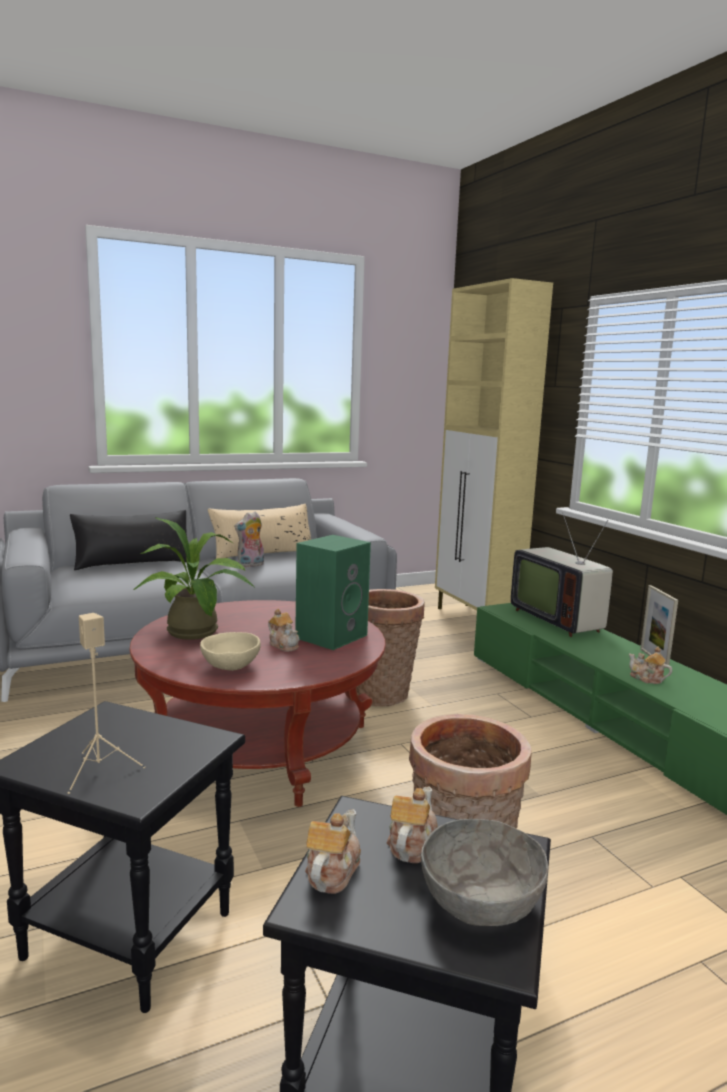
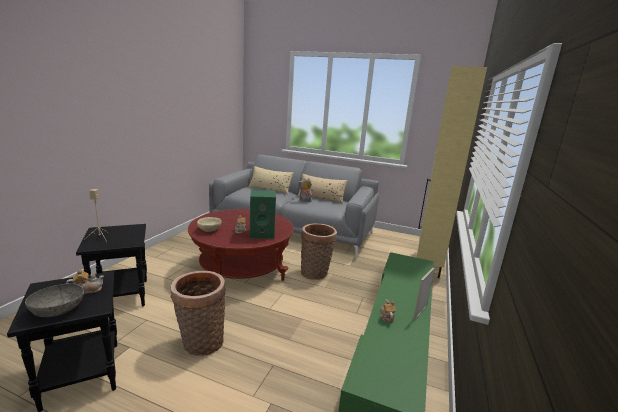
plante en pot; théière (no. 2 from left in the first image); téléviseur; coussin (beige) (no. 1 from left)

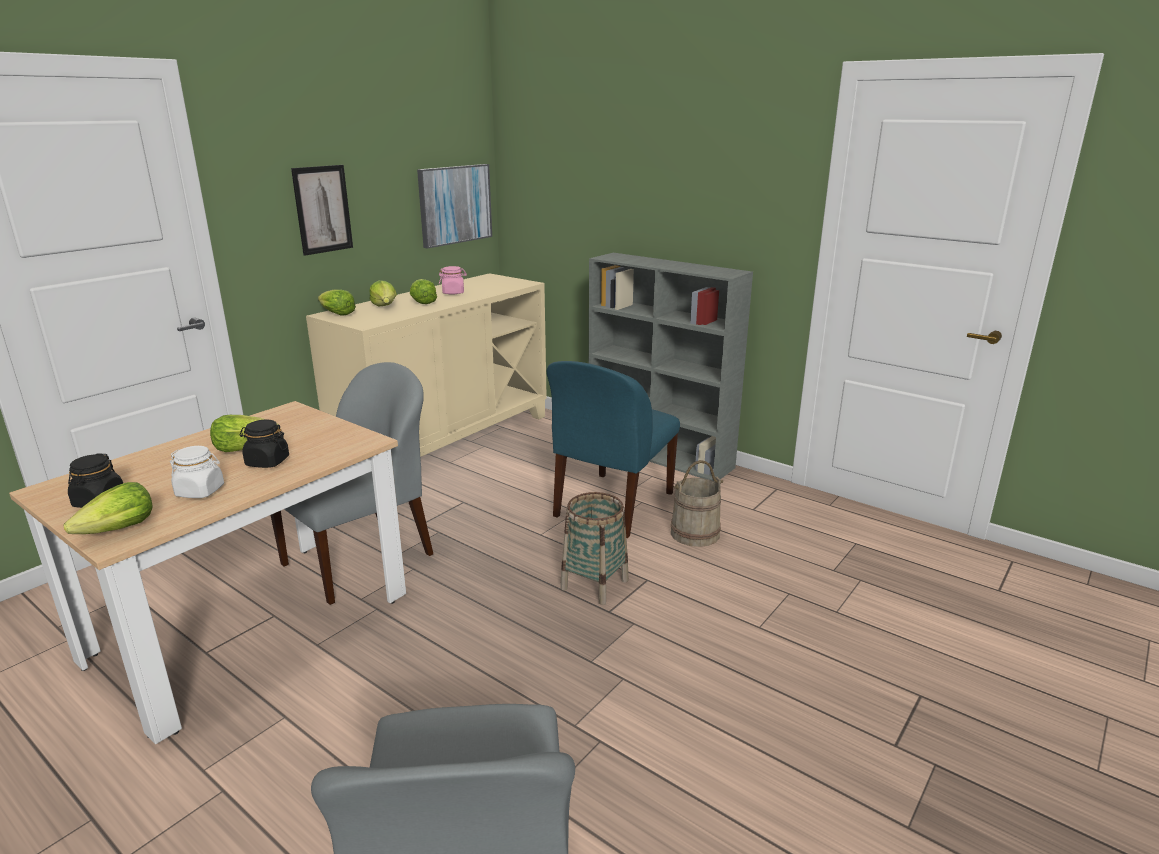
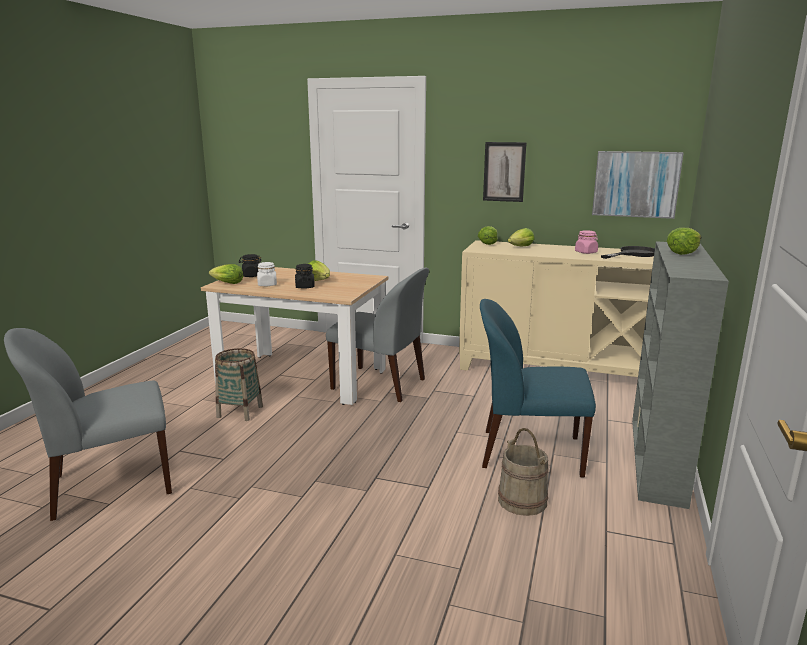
poêle (noir); laitue (no. 5 from left); panier

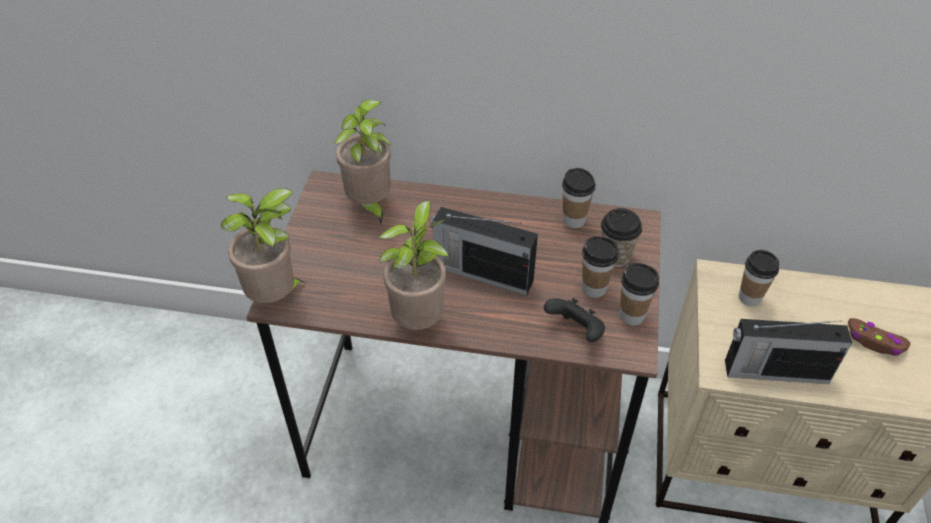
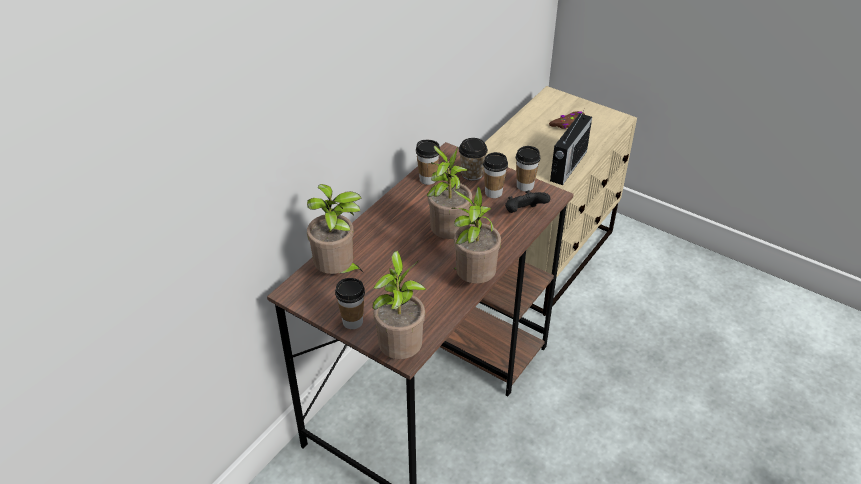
tasse (no. 1 from left); plante en pot (no. 3 from left)

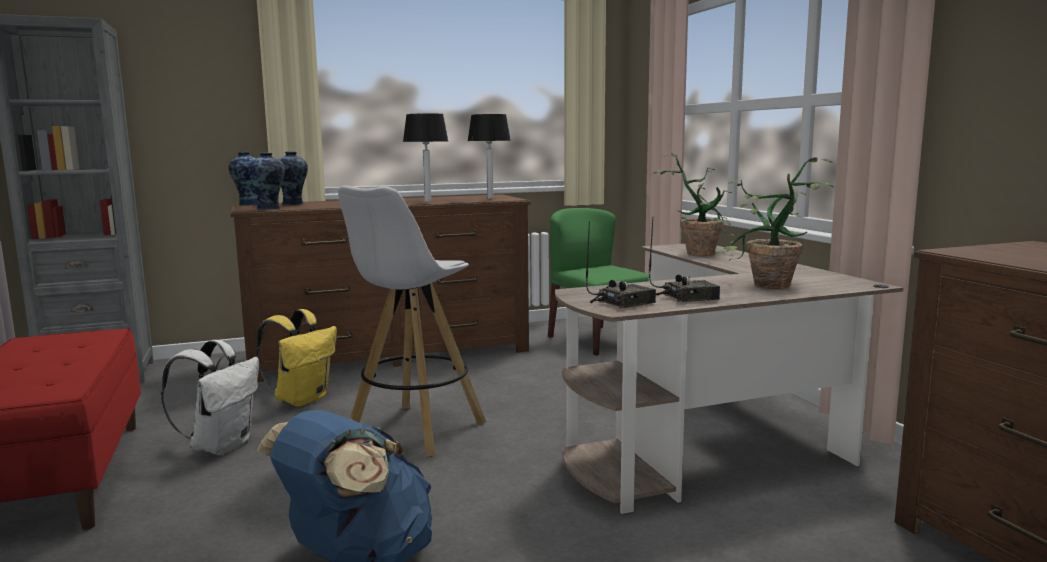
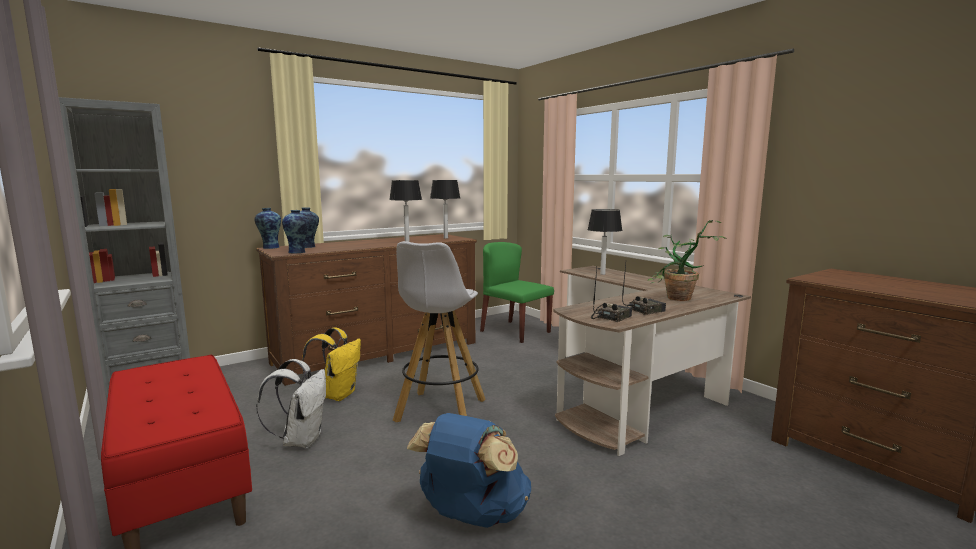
lampe de table (no. 3 from left)

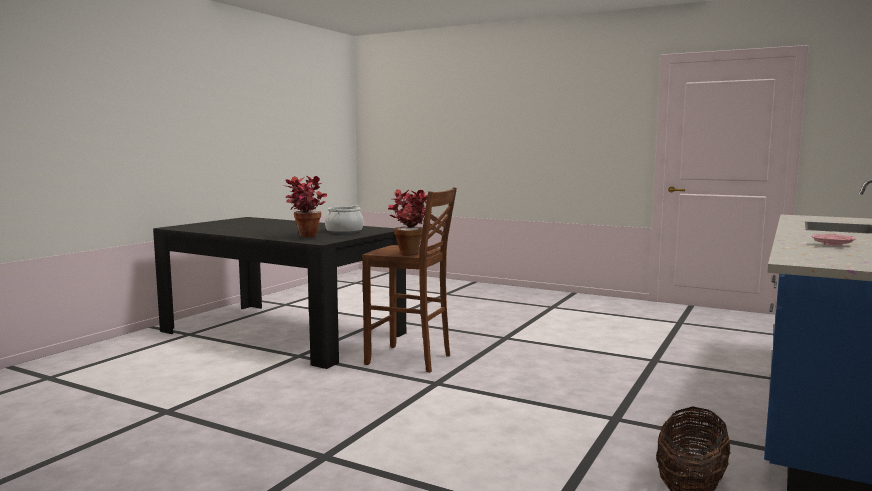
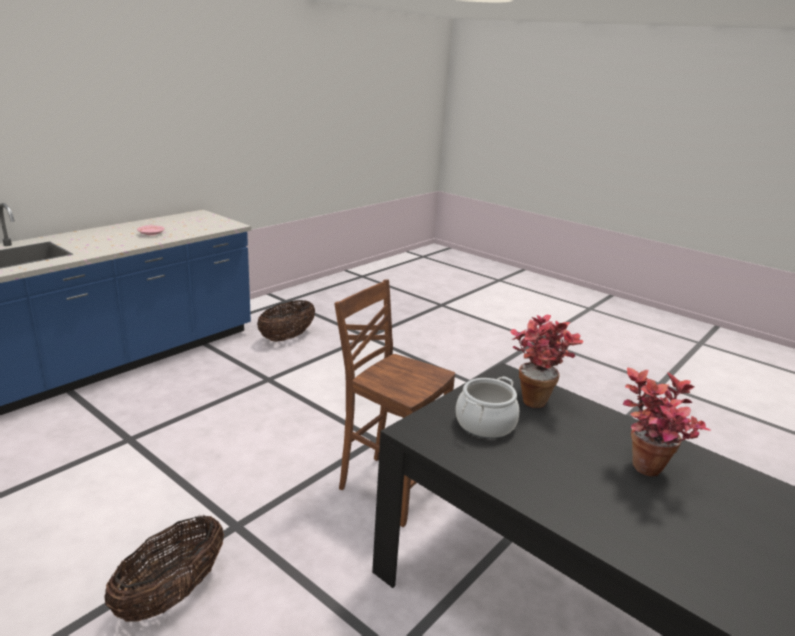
panier (no. 1 from left); plante en pot (no. 2 from left)

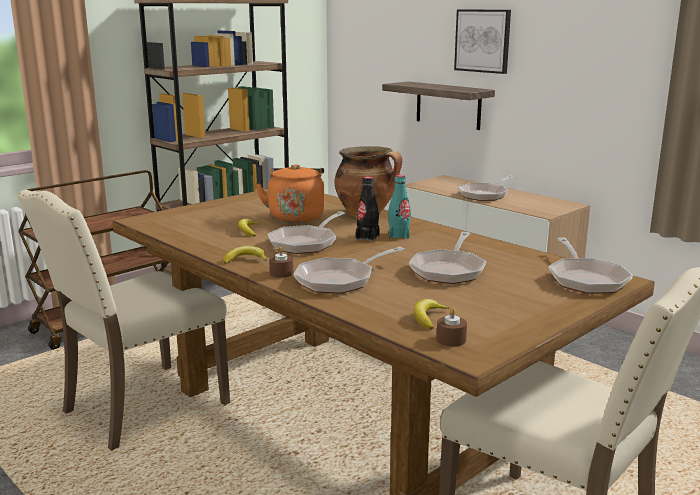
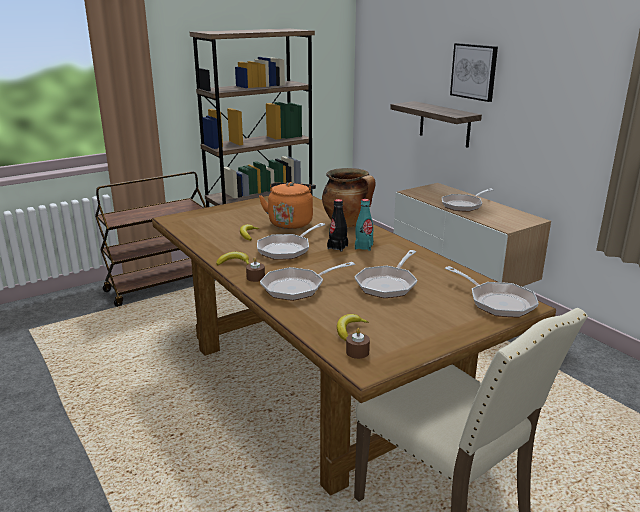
chaise (beige) (no. 1 from left in the first image); poêle (no. 5 from left)

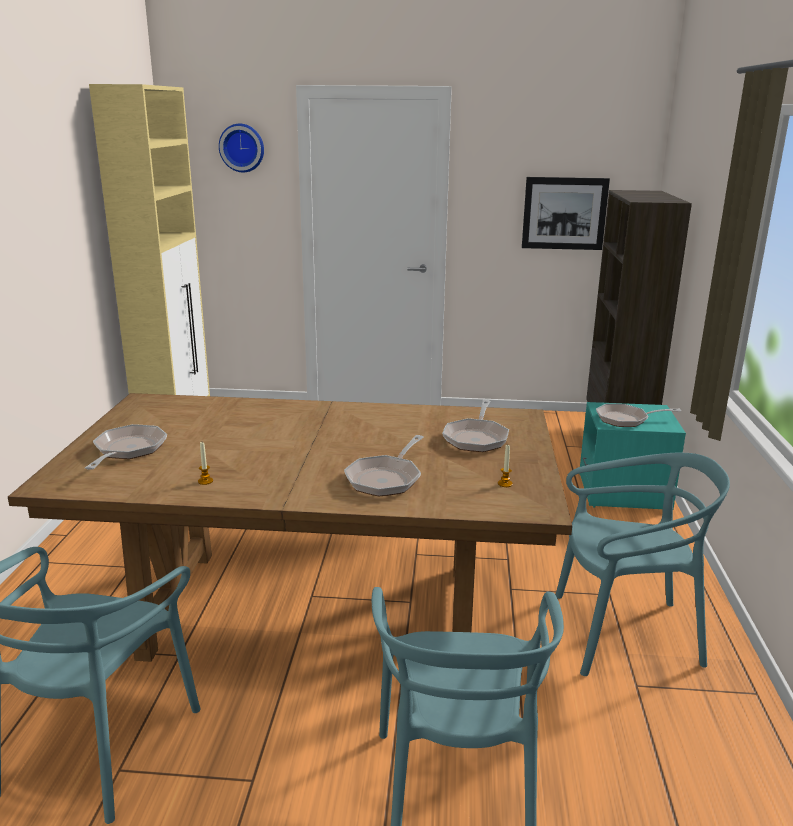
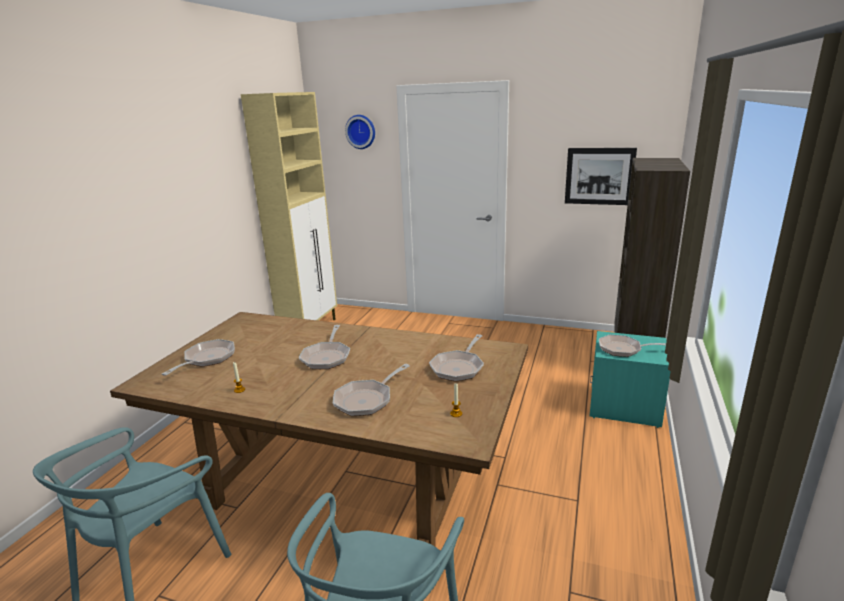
chaise (turquoise) (no. 3 from left in the first image); poêle (no. 2 from left)

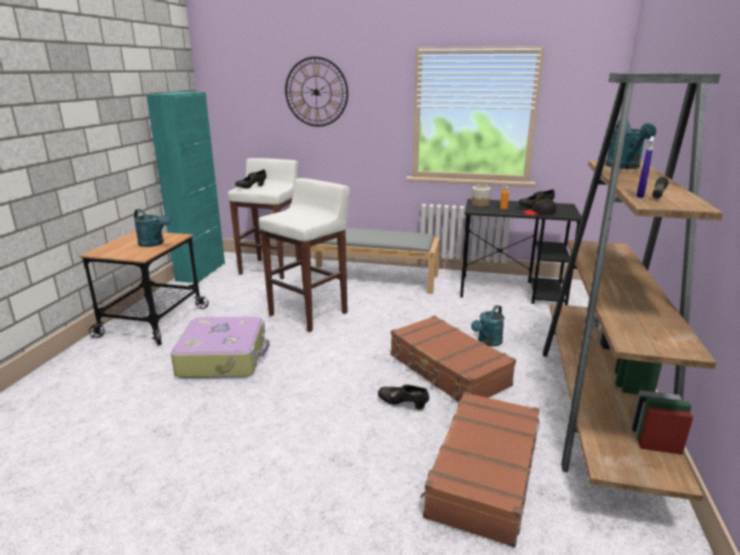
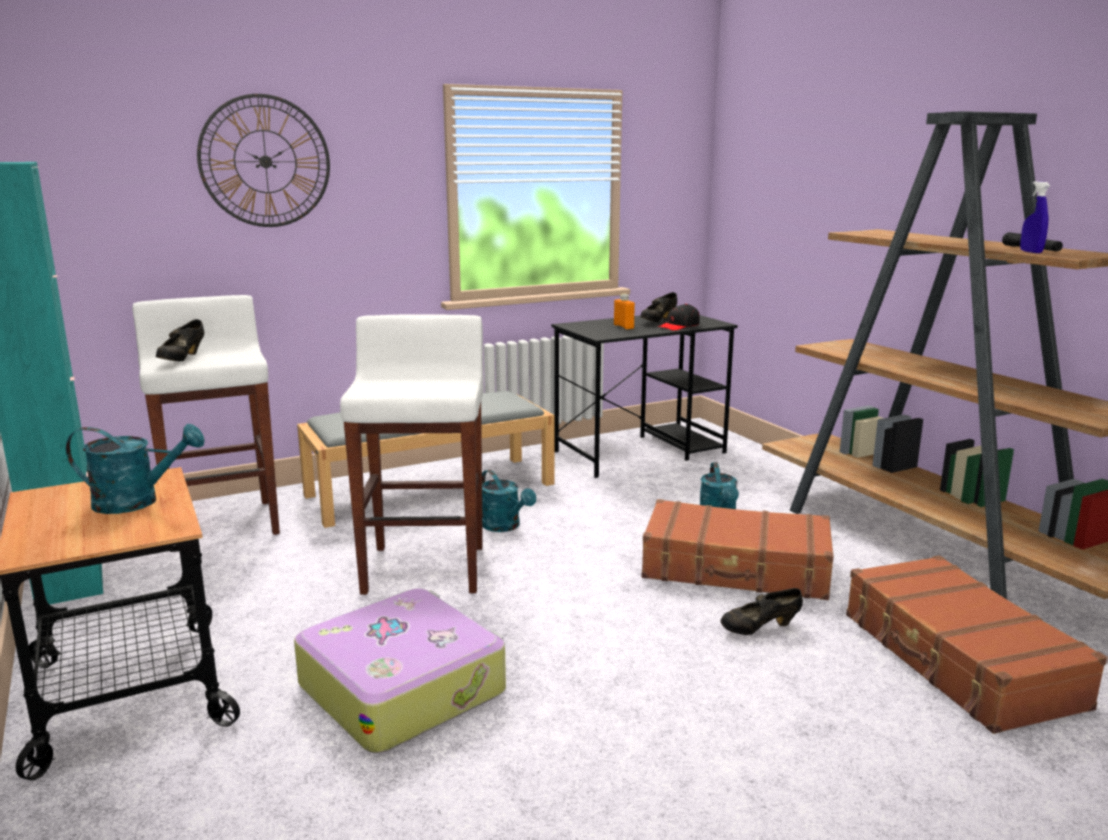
bocal; arrosoir (turquoise) (no. 2 from left)

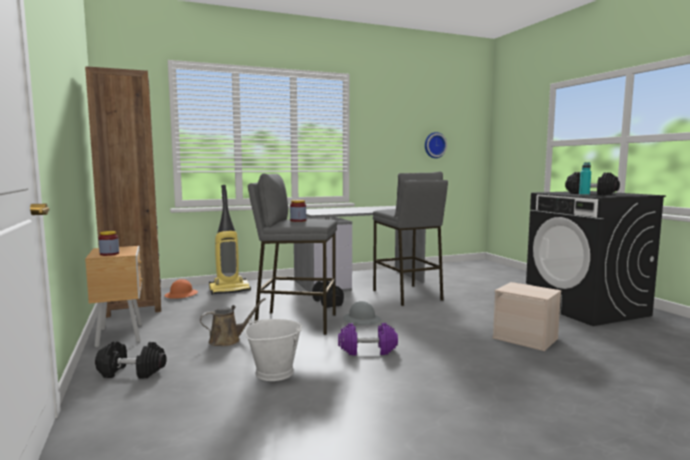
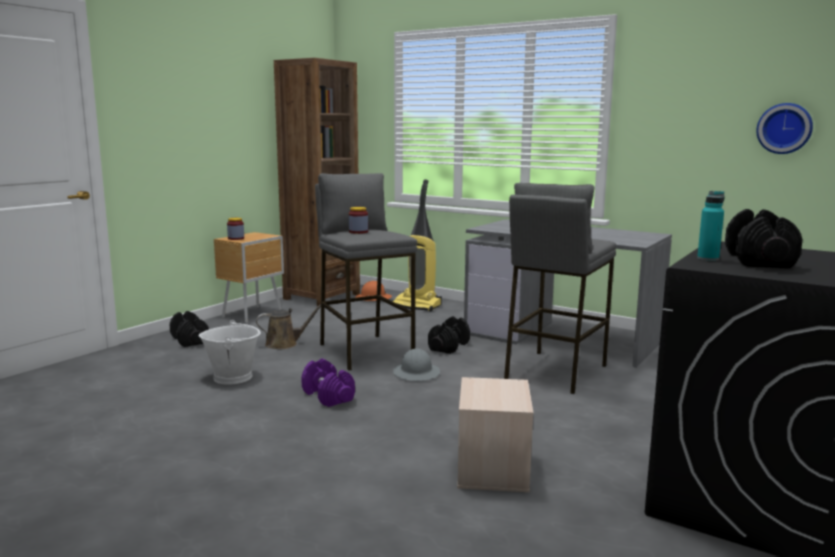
arrosoir (marron)

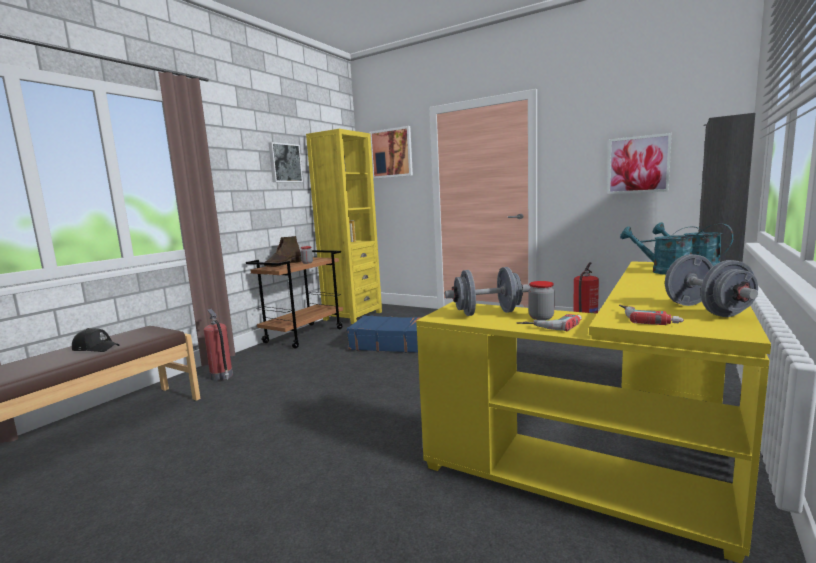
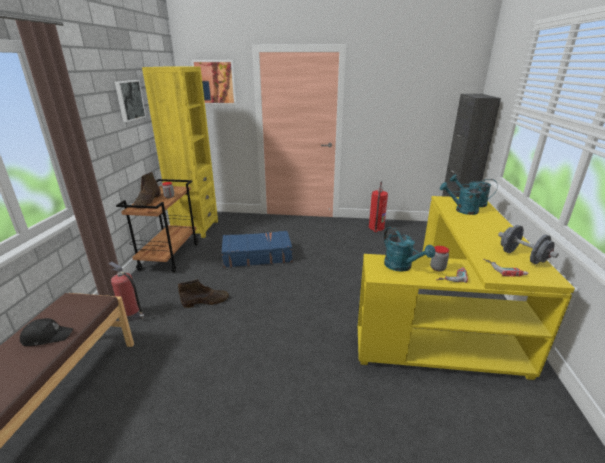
tableau (no. 3 from left in the first image); botte (marron) (no. 2 from left); arrosoir (turquoise) (no. 1 from left)

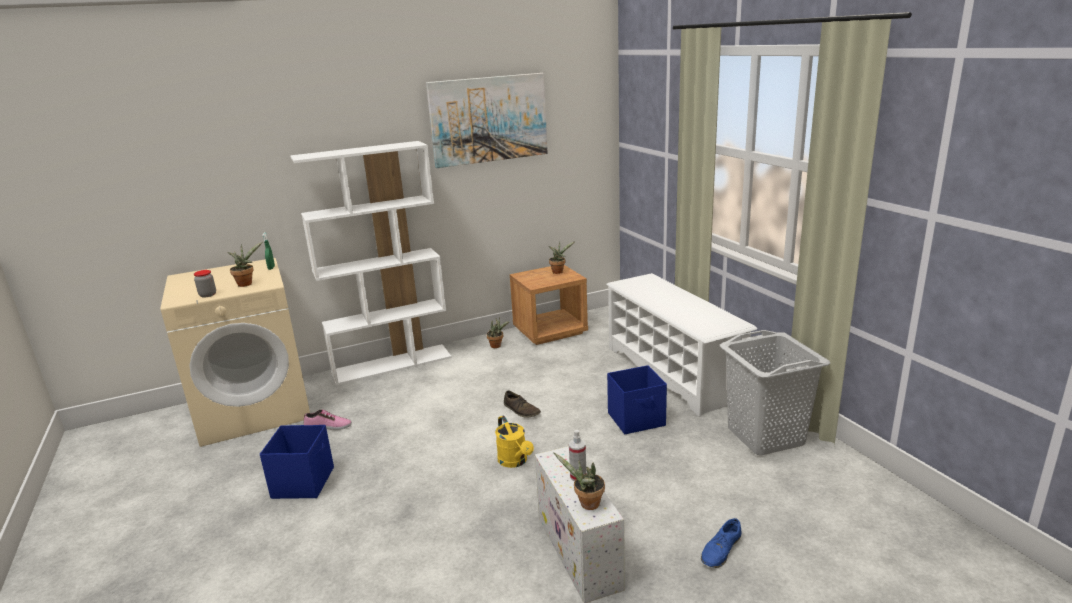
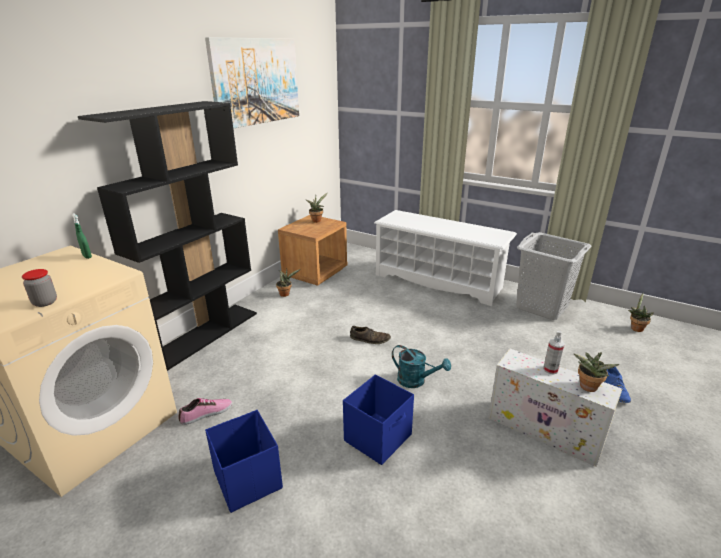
plante en pot (no. 4 from left); boîte de rangement (bleu) (no. 2 from left); bibliothèque (noir); arrosoir (turquoise)

